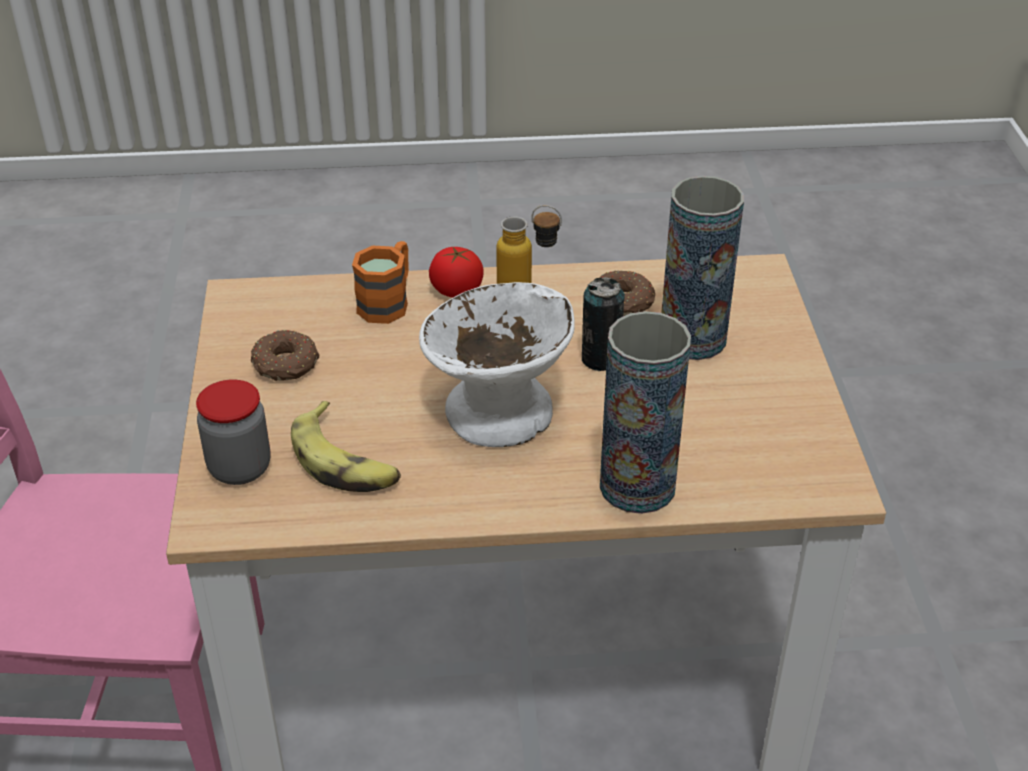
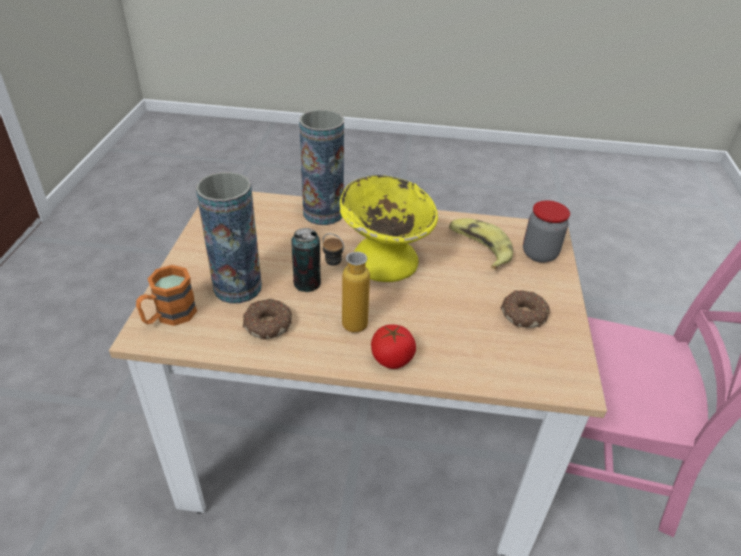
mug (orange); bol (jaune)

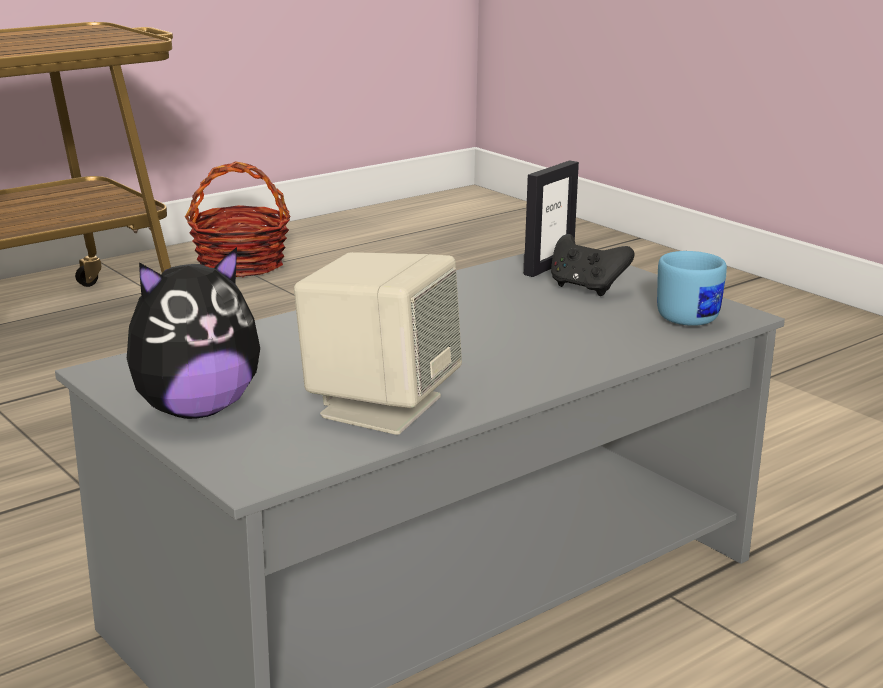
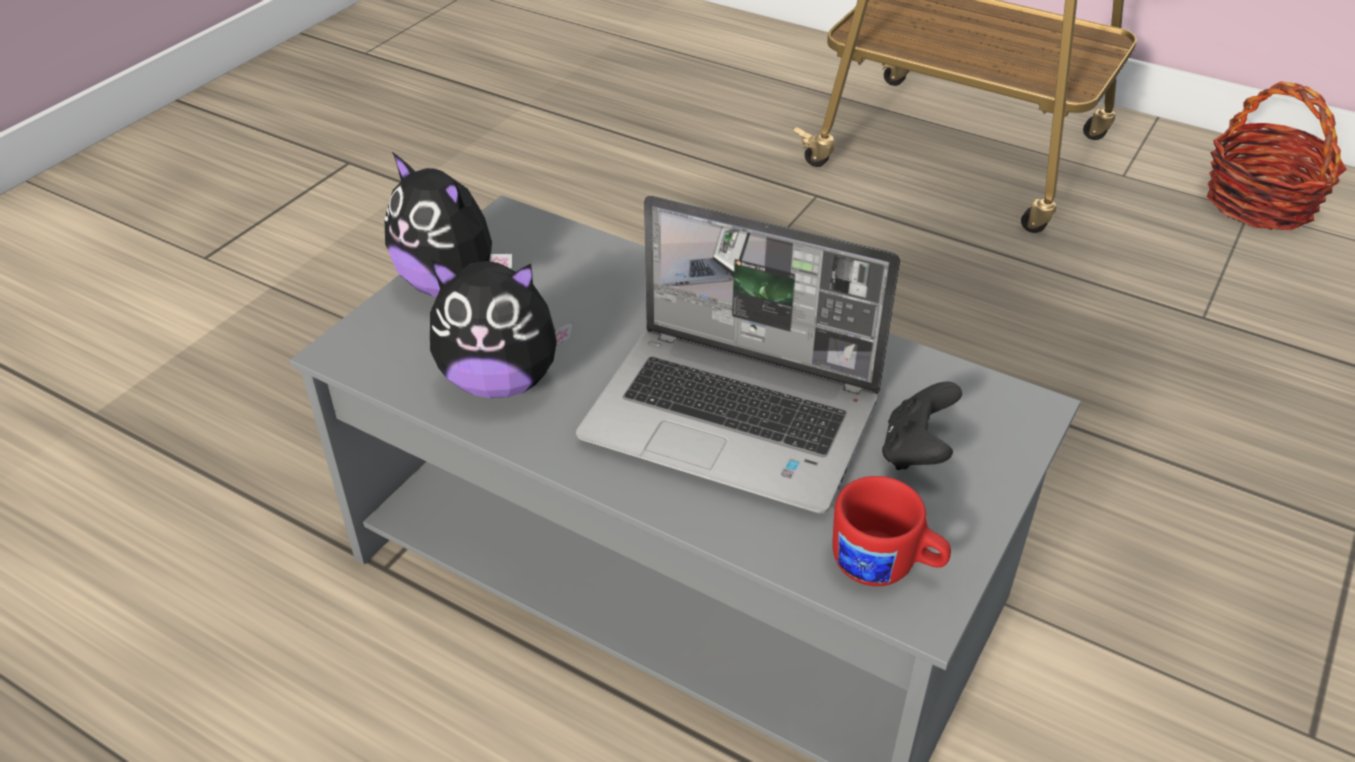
cadre photo; ordinateur portable; peluche (no. 2 from left); mug (rouge)

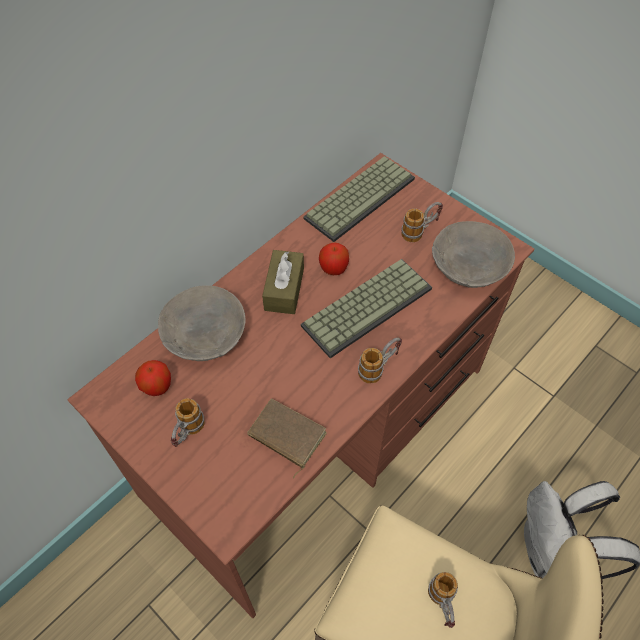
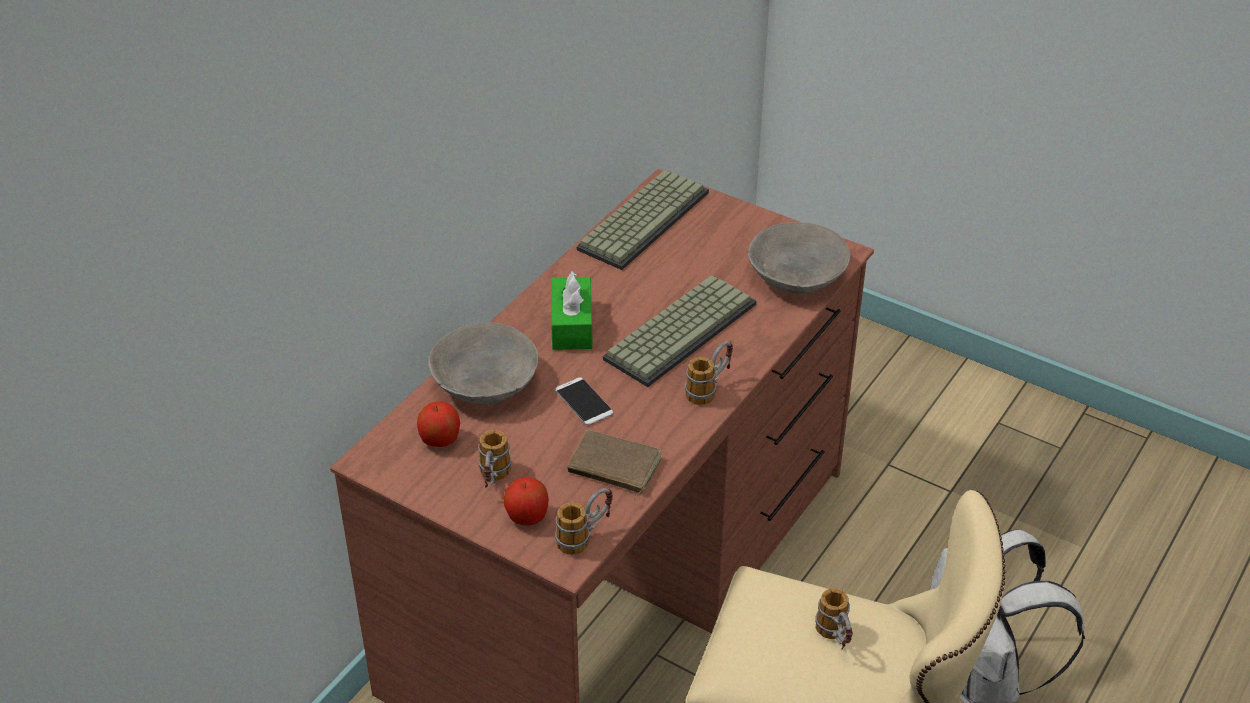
téléphone; pomme (no. 2 from left); mug (no. 2 from left); boîte à mouchoirs (vert)

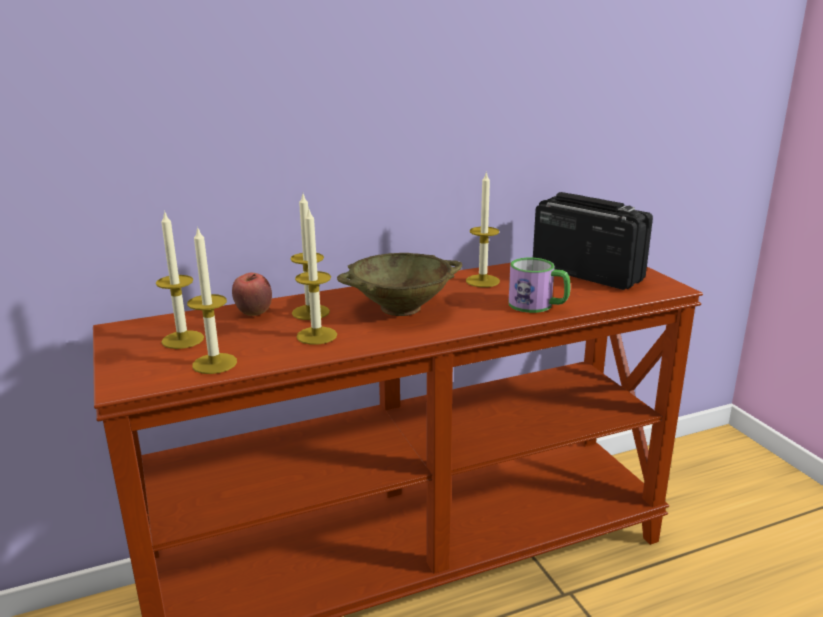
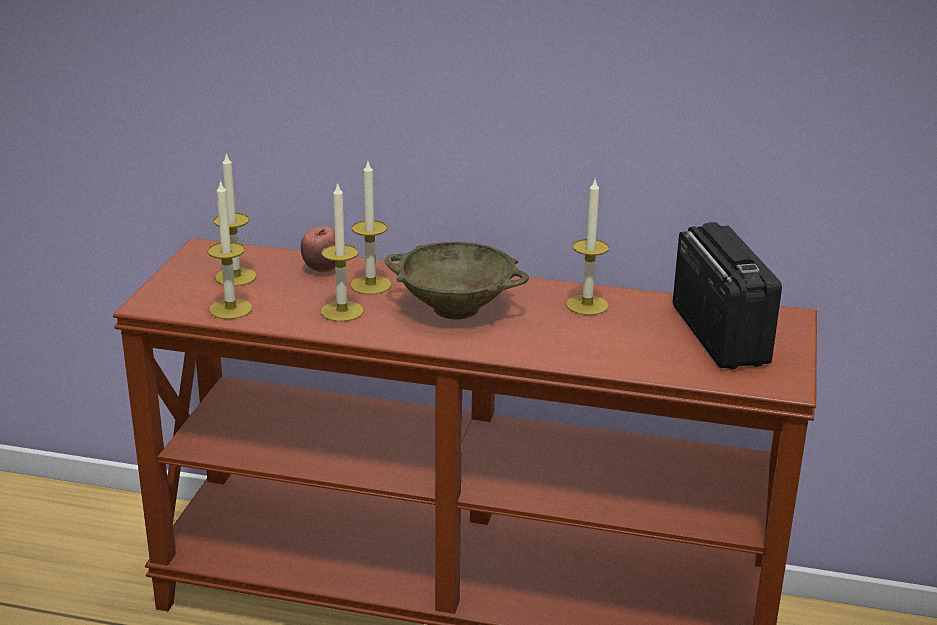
mug

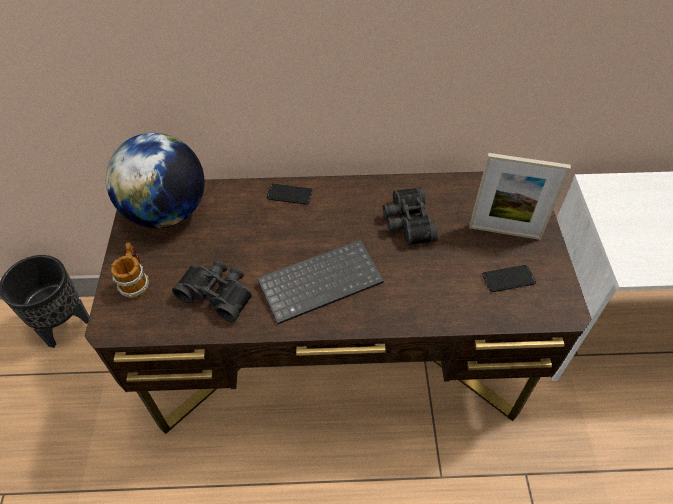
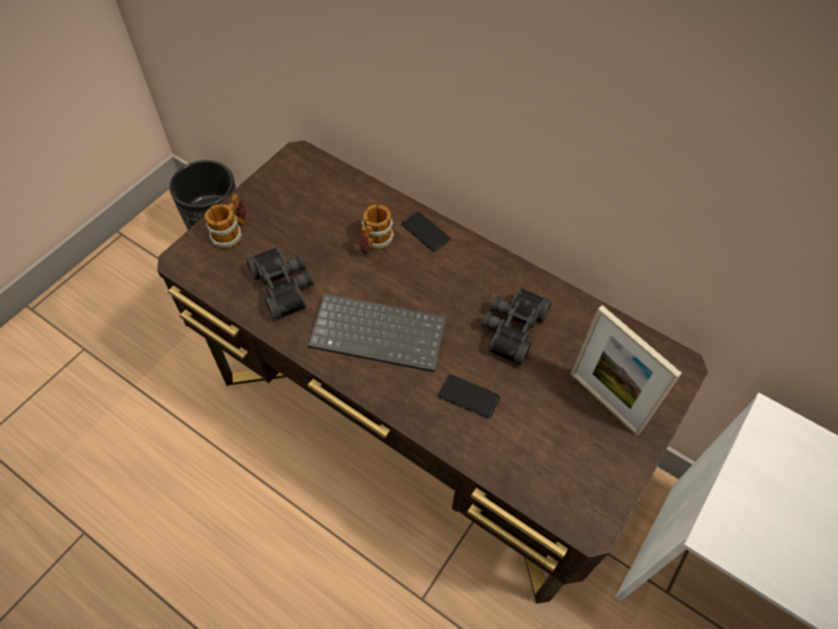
globe; mug (no. 2 from left); téléphone (no. 2 from left)

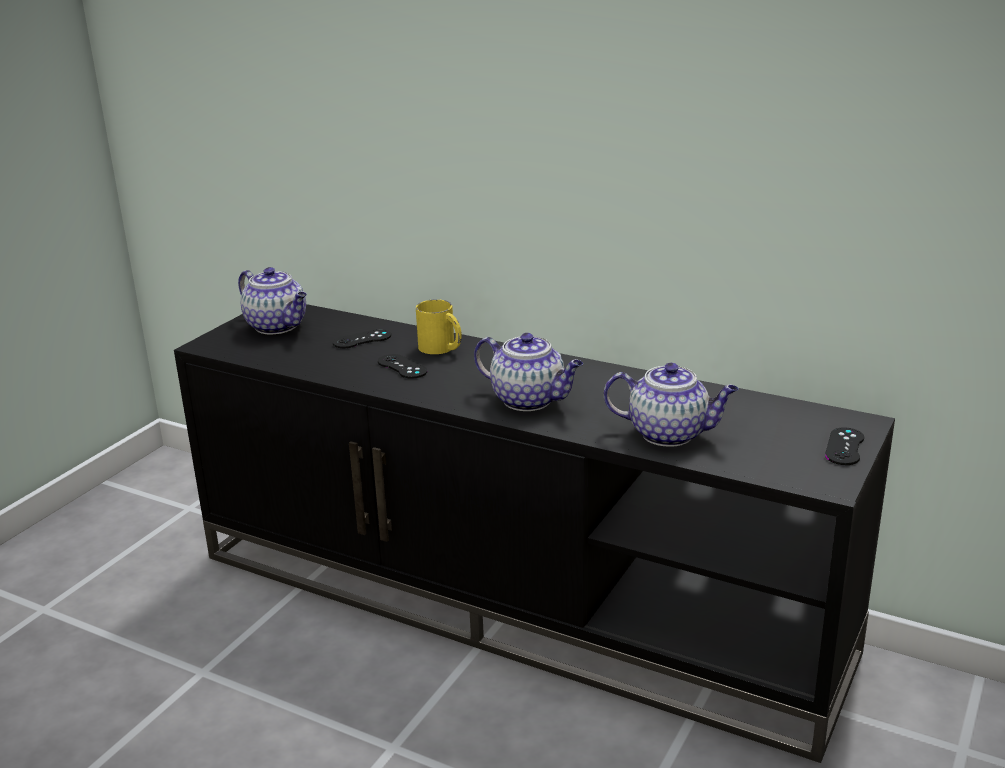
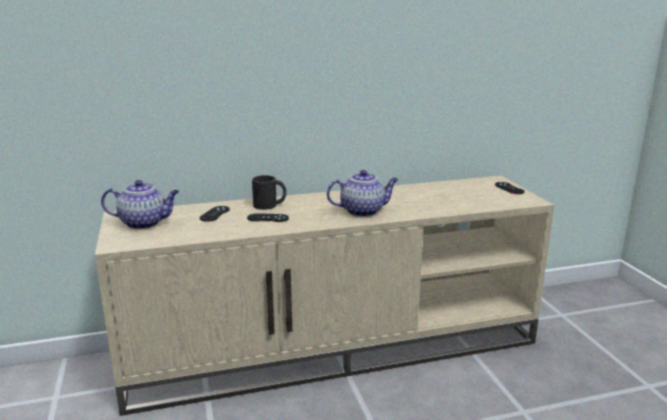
théière (no. 3 from left in the first image); meuble télé (beige); mug (noir)

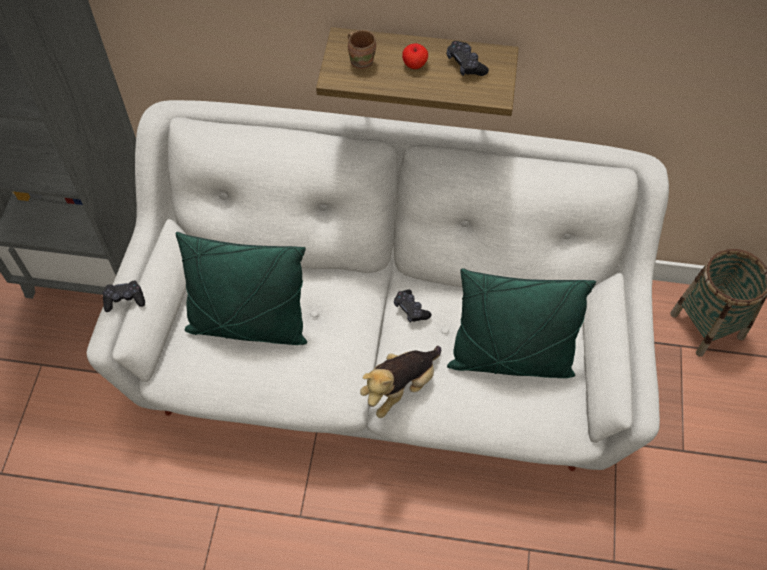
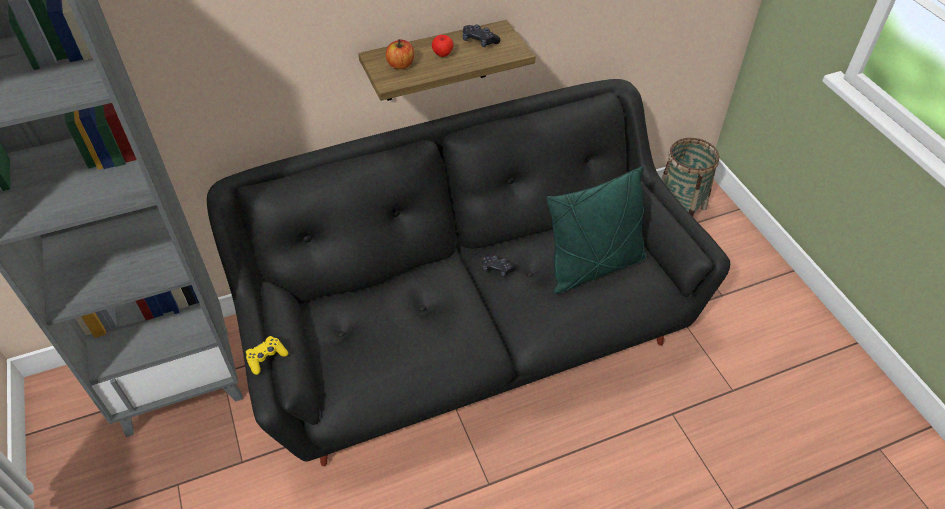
coussin (vert) (no. 1 from left in the first image); peluche; pomme (no. 1 from left); canapé (noir); manette (jaune)

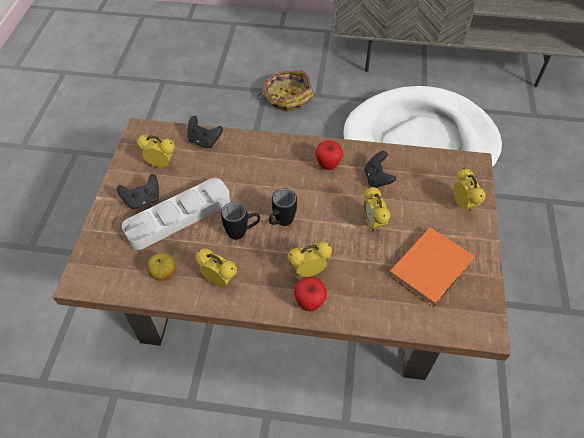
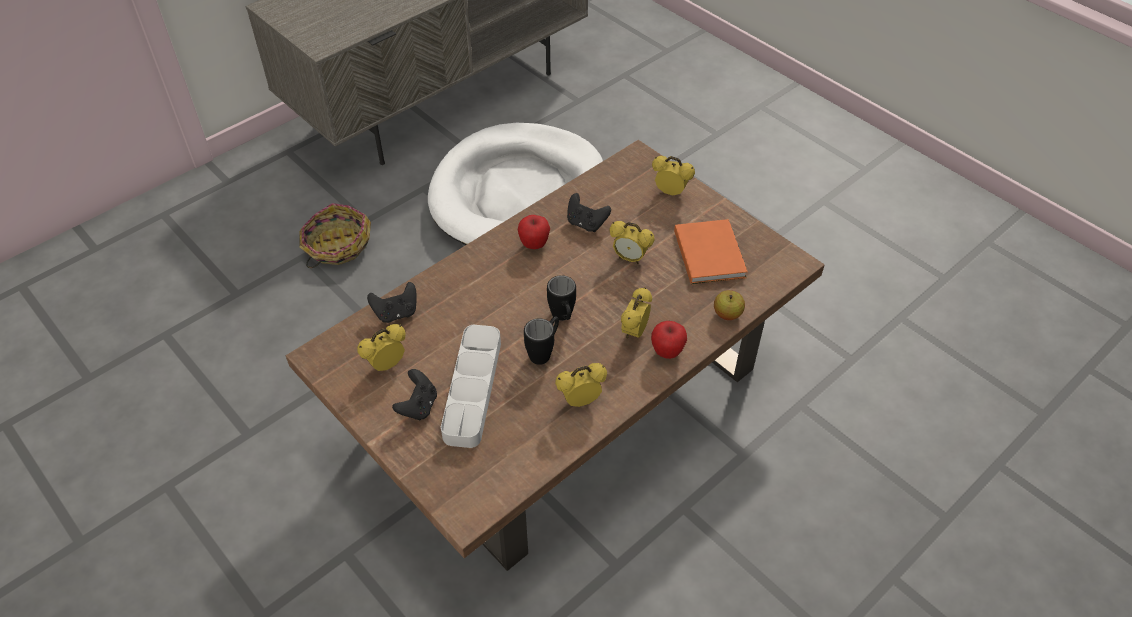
pomme (no. 3 from left)

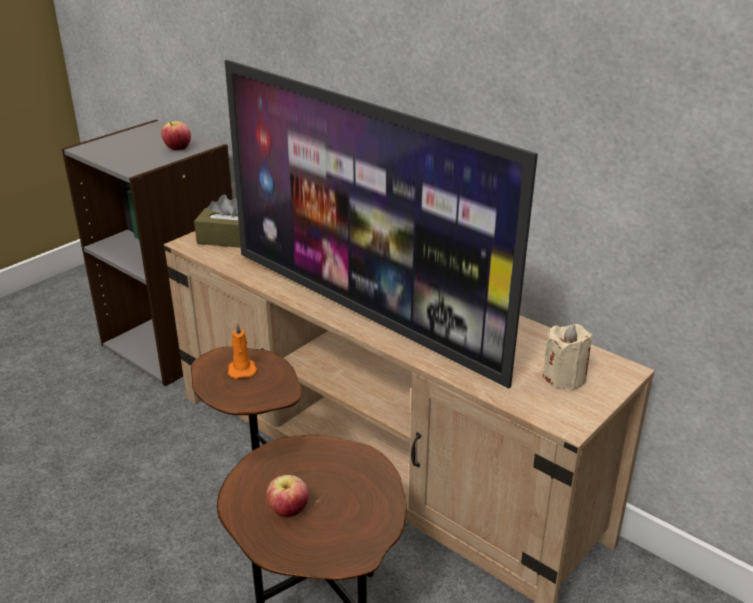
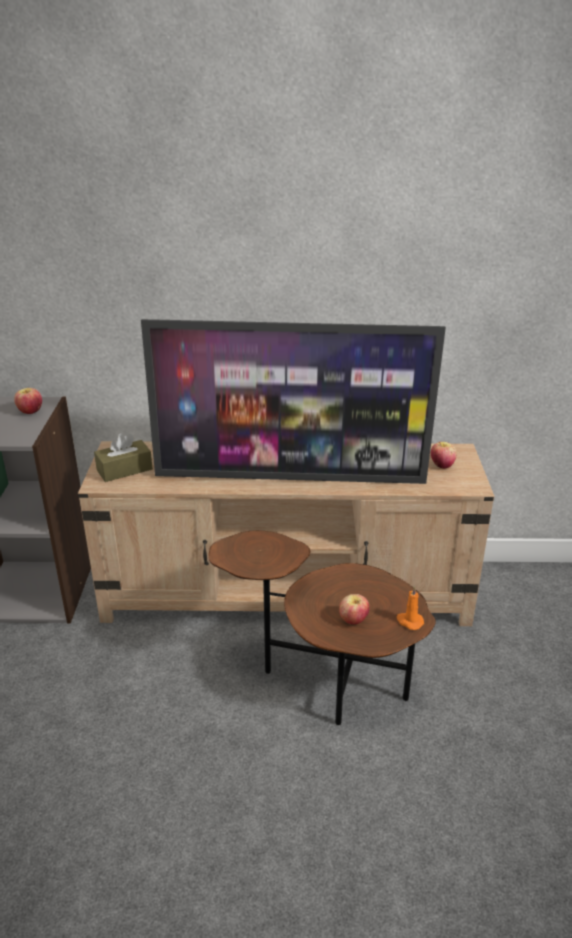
bougie (orange); pomme (no. 3 from left)

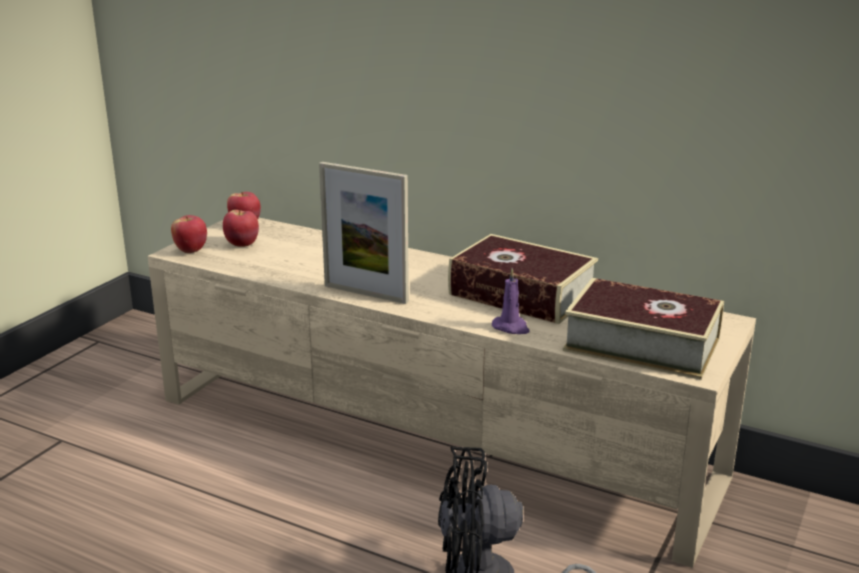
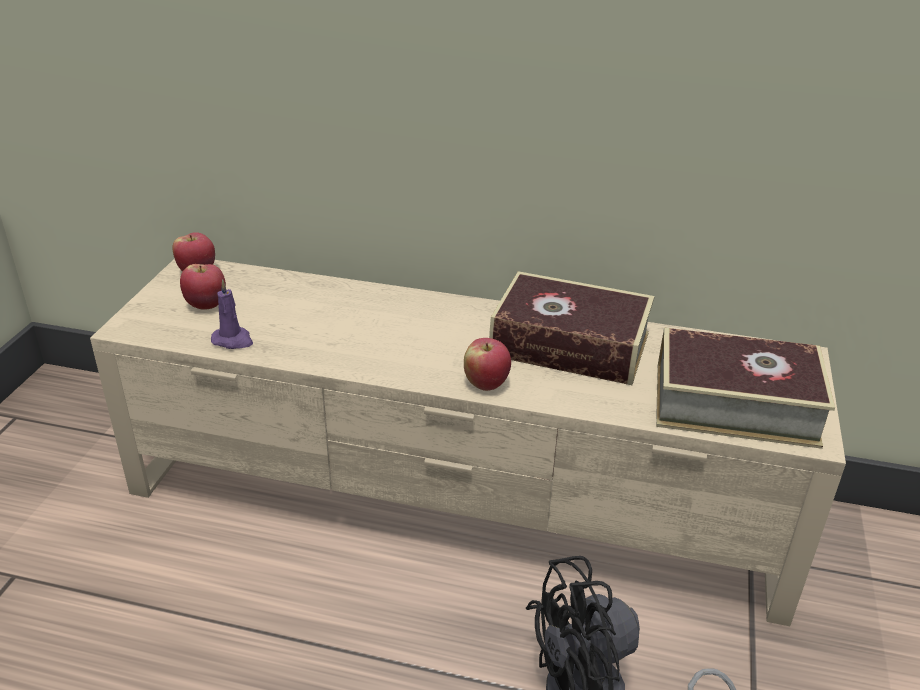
cadre photo; pomme (no. 3 from left); bougie (violet)

